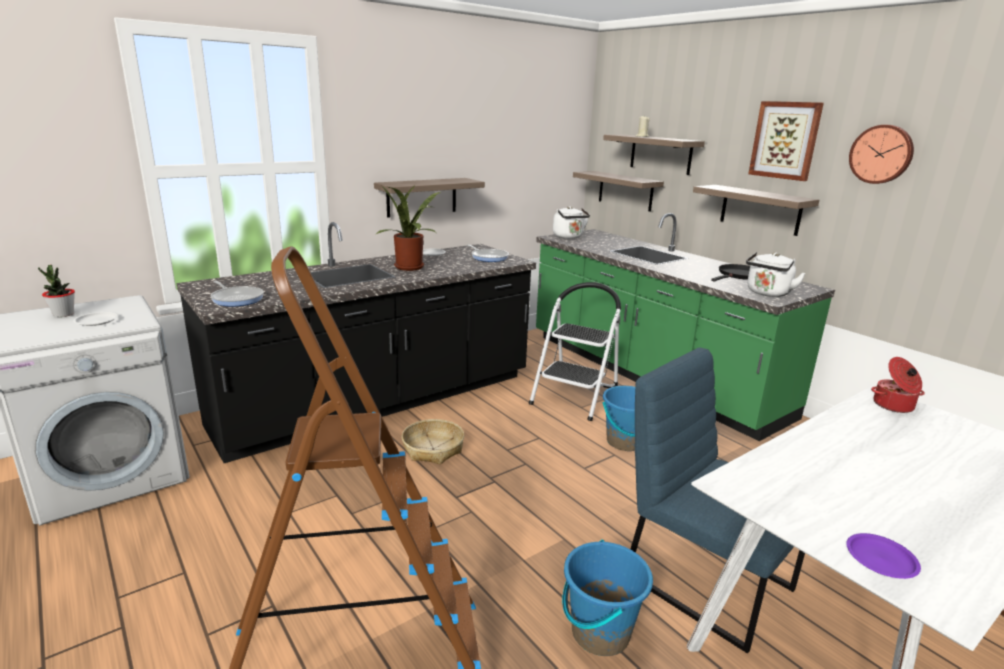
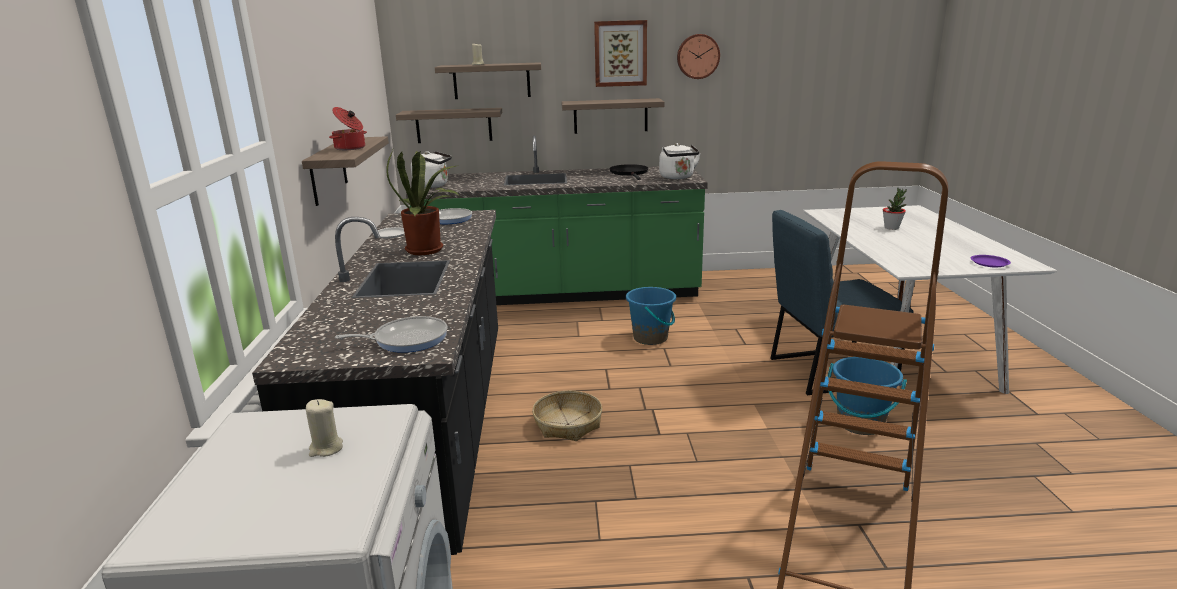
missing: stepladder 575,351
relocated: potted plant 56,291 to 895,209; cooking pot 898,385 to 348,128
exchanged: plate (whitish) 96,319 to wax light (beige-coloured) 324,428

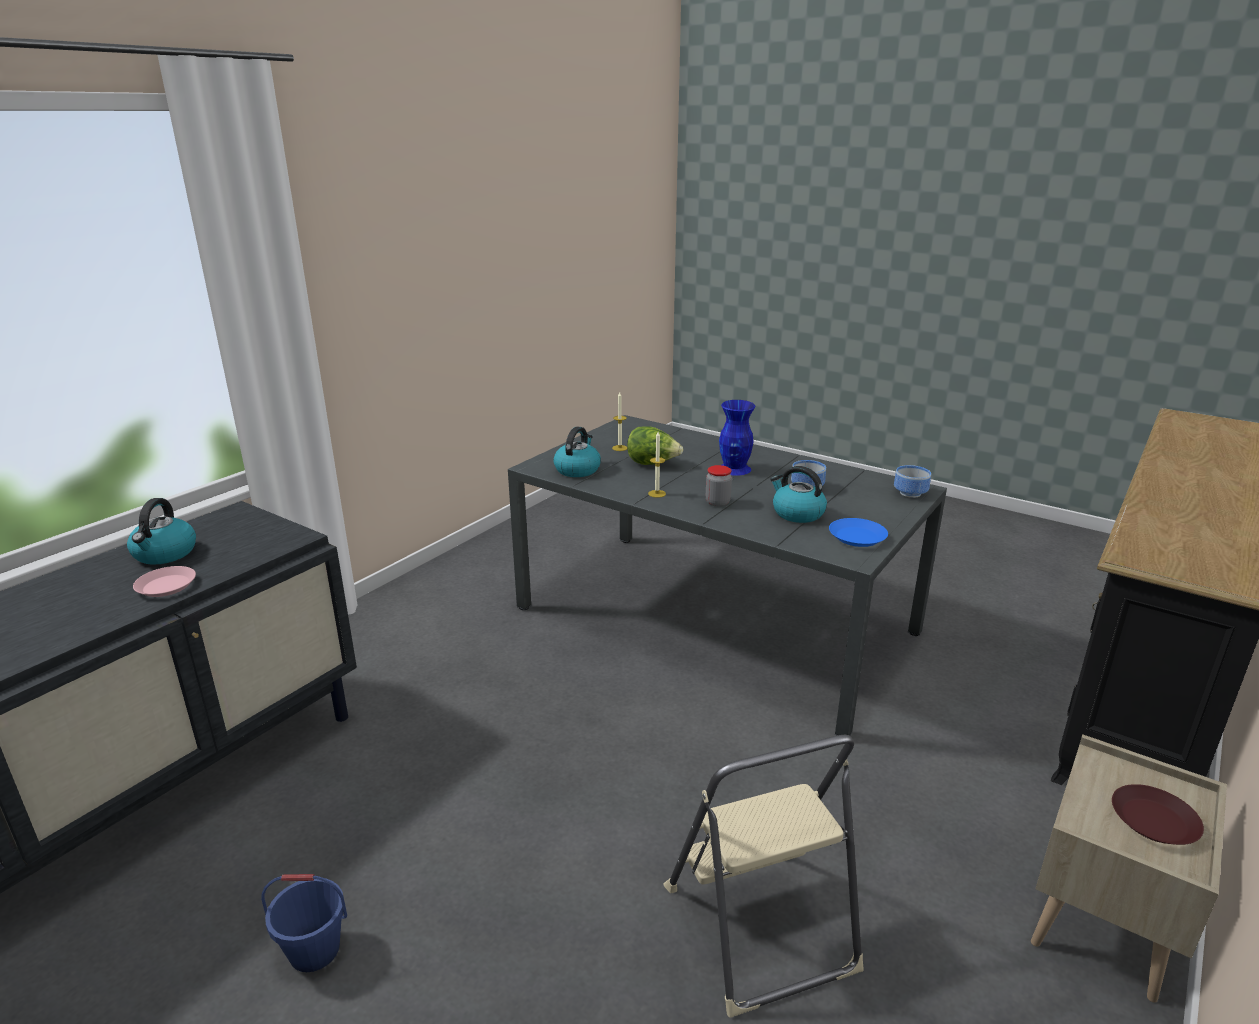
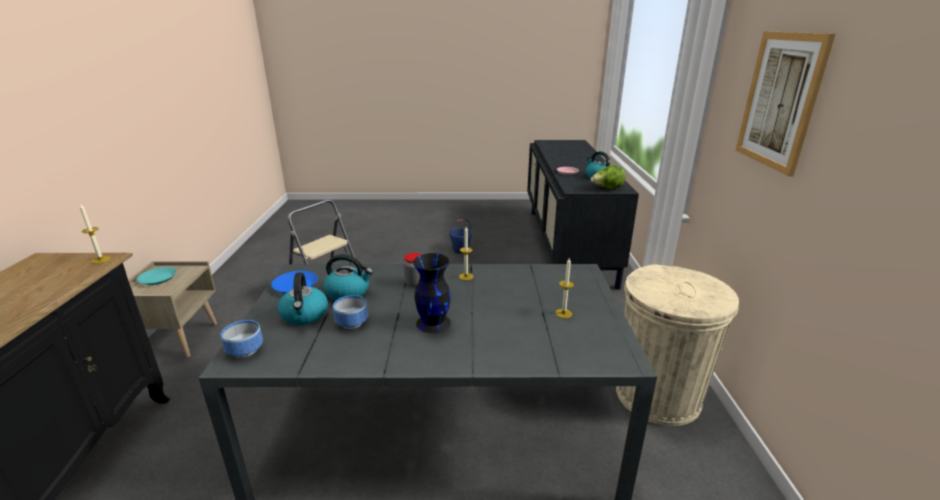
appeared: wall art 785,103; wax light 95,233; rubbish bin (beige-coloured) 677,345
relocated: tea kettle 577,451 to 303,298; head of lettuce 655,445 to 608,177
colour: vase (bluish) 737,438 to vase (black) 432,293; plate (brown) 1158,814 to plate (turquoise-coloured) 157,276

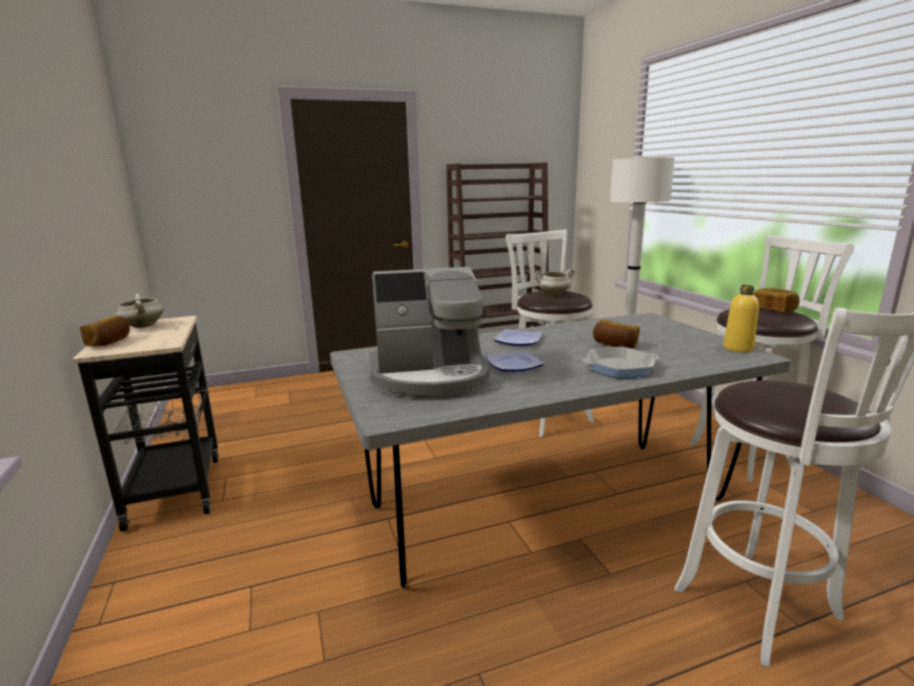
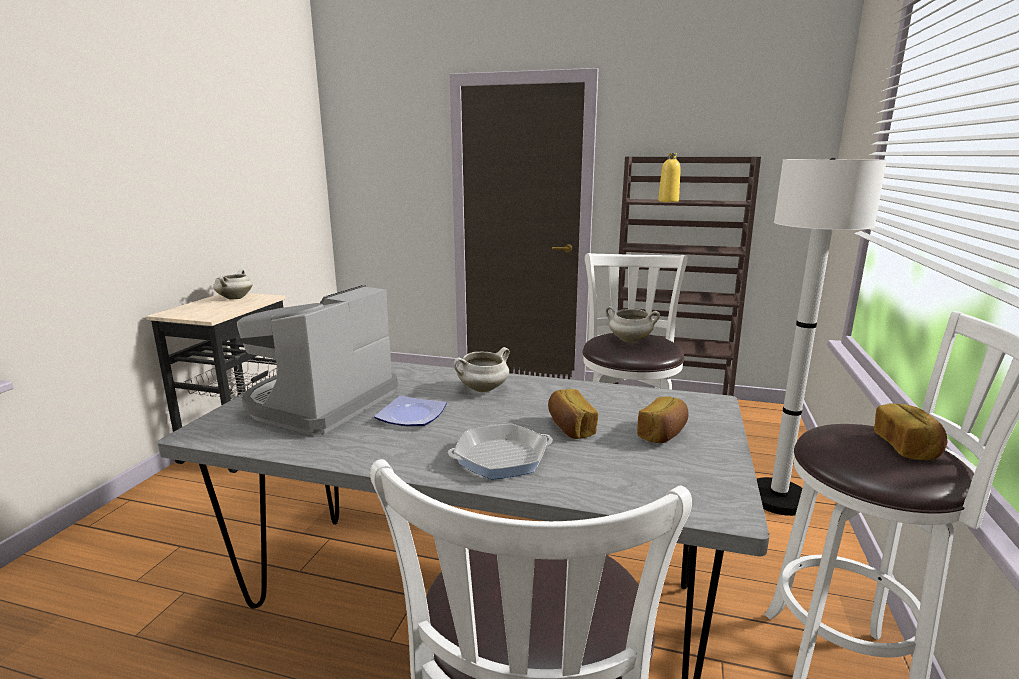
relocated: beverage bottle (yellow) 741,318 to 669,177; baked bread 105,331 to 662,419
exchanged: plate 518,337 to cooking pot (whitish) 482,369
spun: coffee maker 429,332 = 317,360 90 degrees clockwise; pan 620,362 = 500,451 135 degrees clockwise

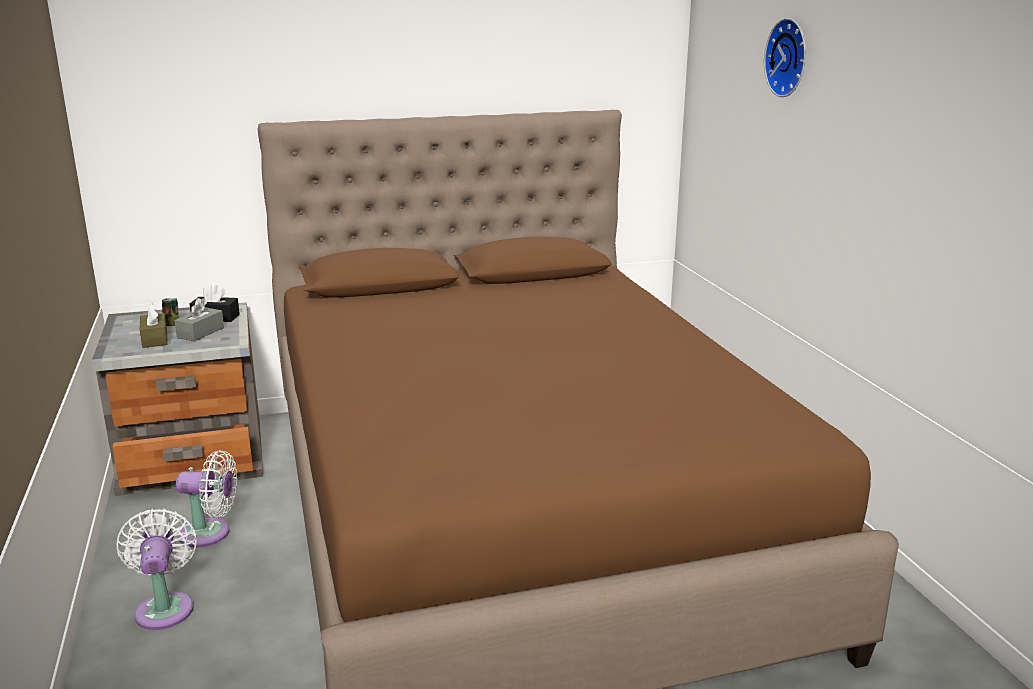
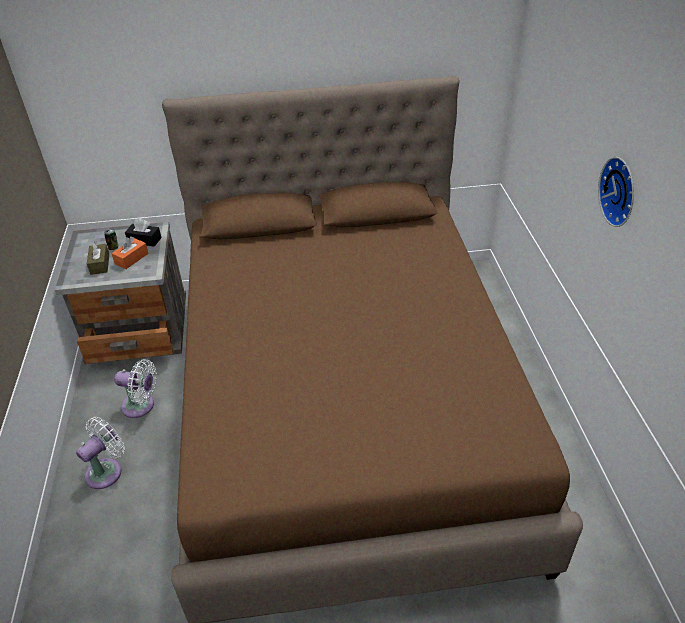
relocated: wall clock 785,57 to 616,192
colour: tissue box (gray) 199,319 to tissue box (orangey) 130,252
spun: cooling fan (whitish) 157,569 = 100,453 45 degrees clockwise

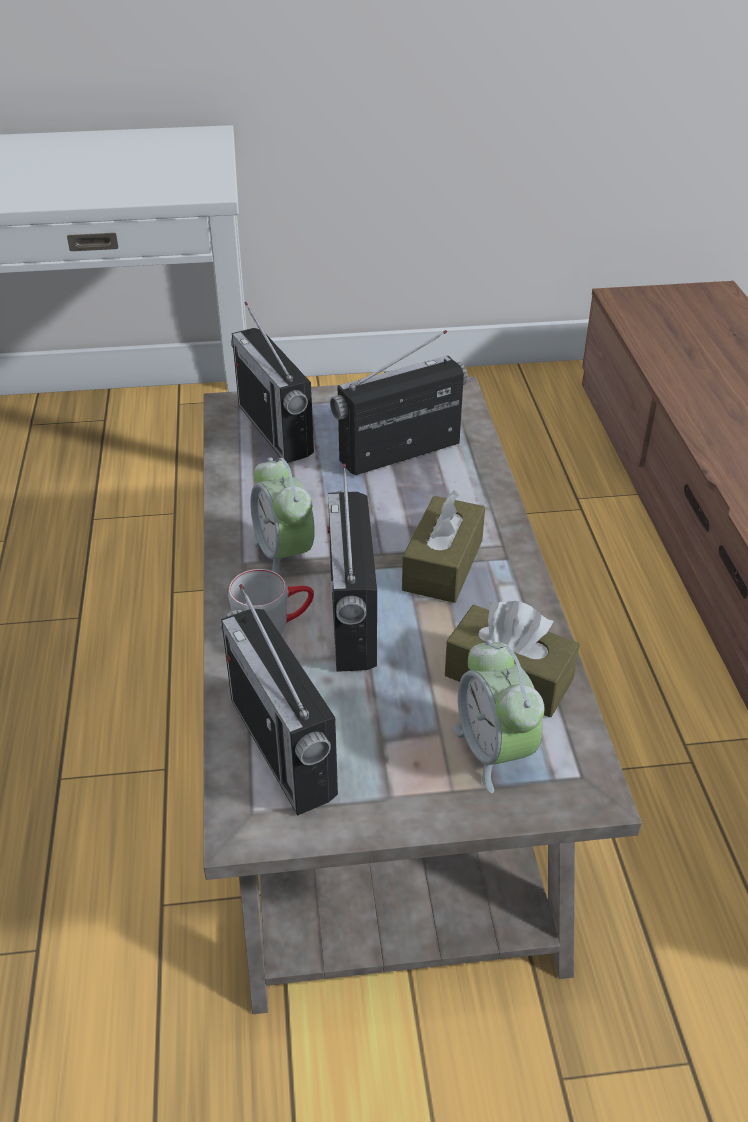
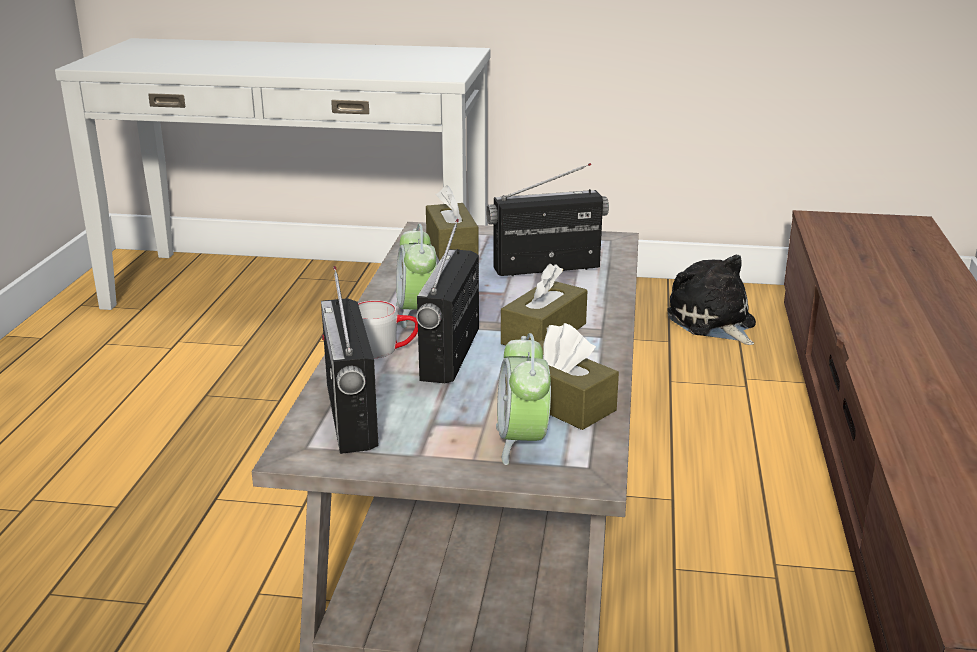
appeared: cuddly toy 711,300
exchanged: radio 272,382 to tissue box (brown) 452,222

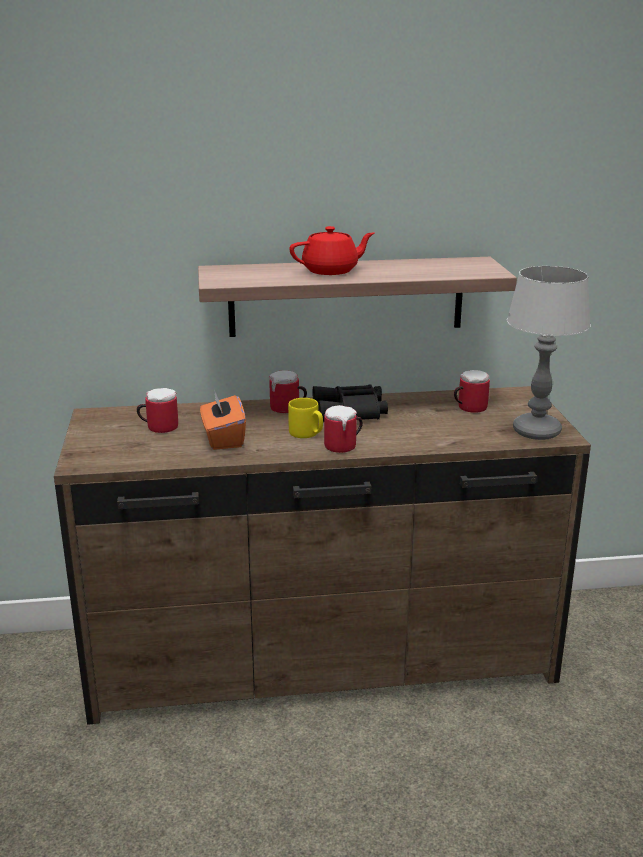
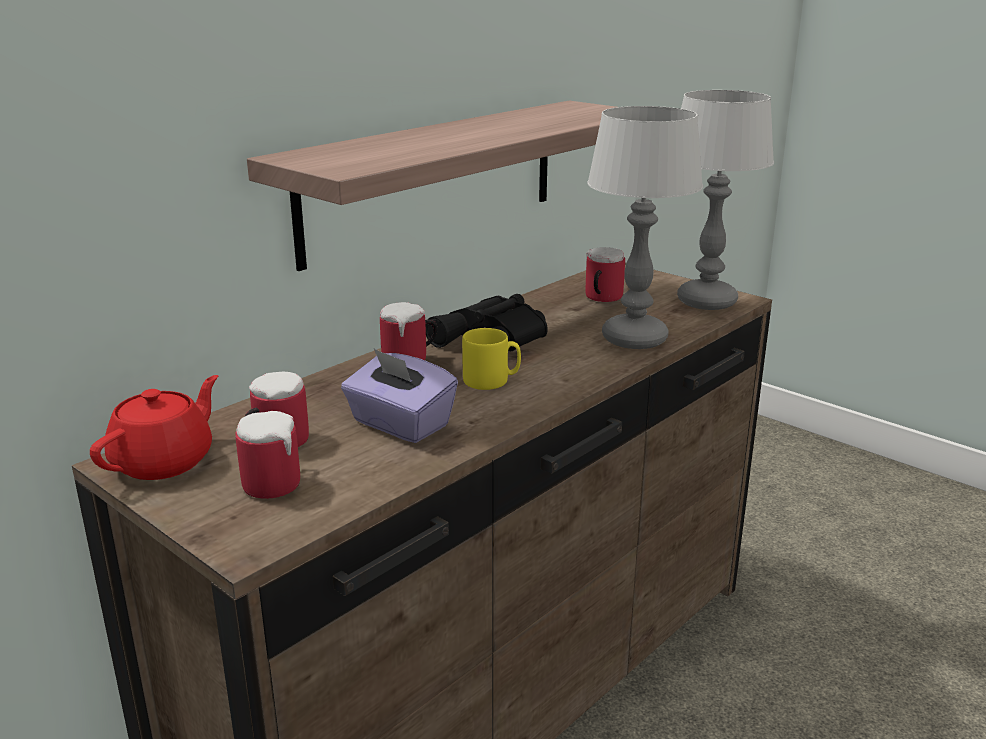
appeared: tabletop lamp 645,227
relocated: teapot (red-coloured) 332,250 to 154,427; coffee mug 343,429 to 267,455
colour: tissue box (orangey) 223,420 to tissue box (purplish) 399,396

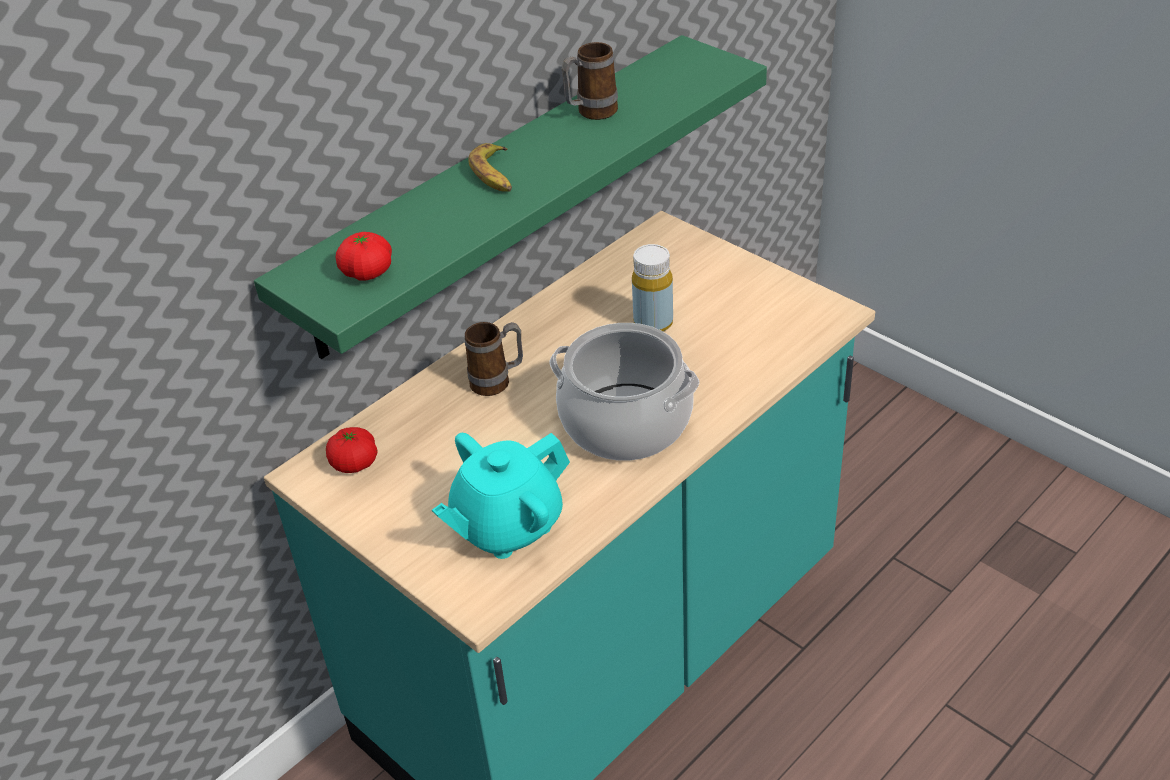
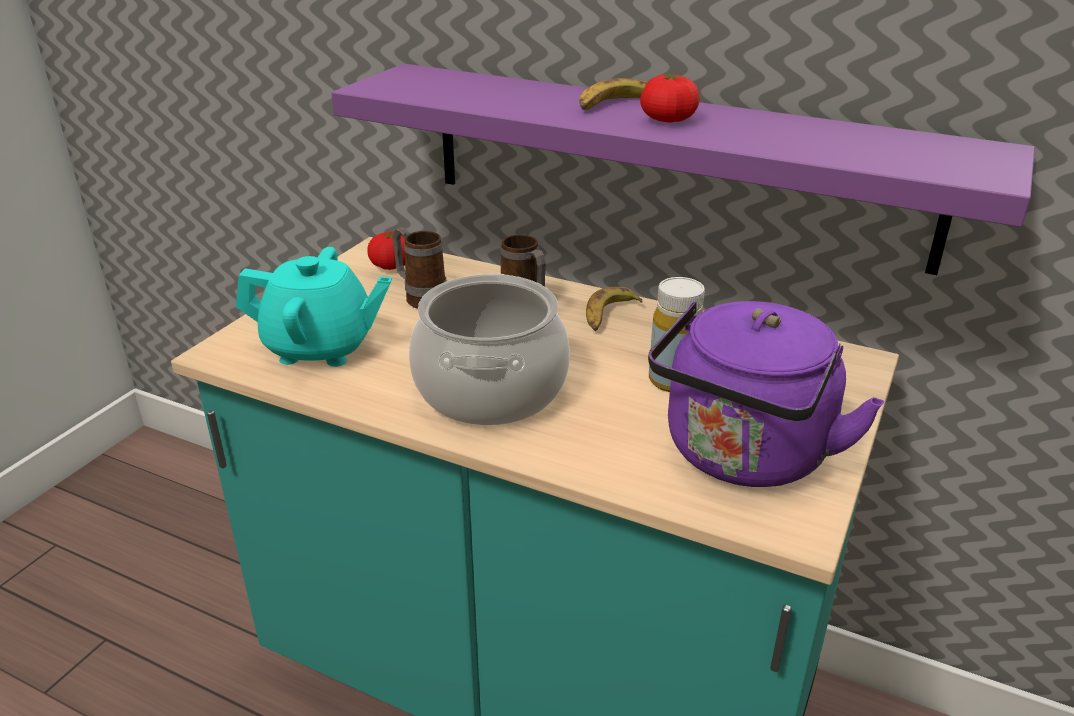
appeared: banana fruit 614,309; tea kettle (purplish) 766,394
relocated: coffee mug 590,81 to 419,268; whole tomato 364,256 to 670,98
colour: wall shelf (green-coloured) 510,197 to wall shelf (purplish) 683,169
spun: teapot (turquoise-coloured) 501,496 = 314,307 150 degrees clockwise

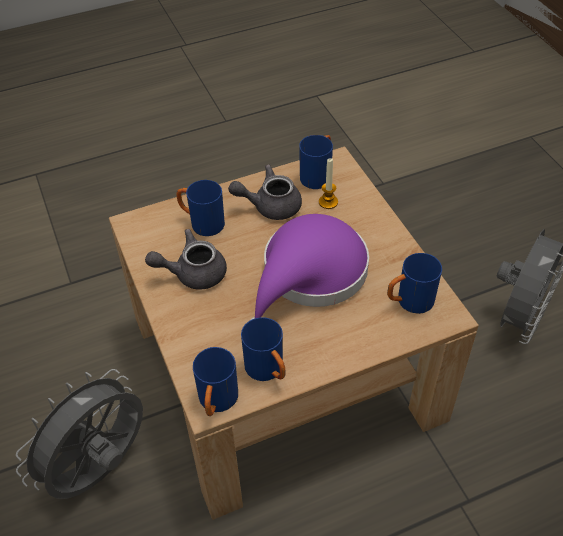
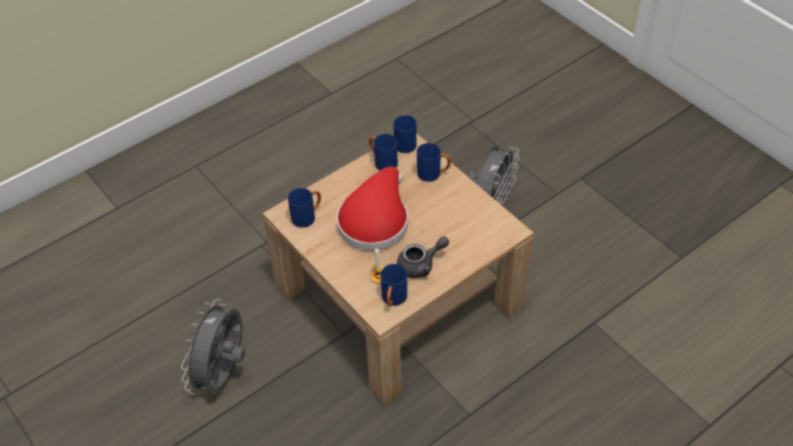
missing: teapot (gray) 186,259
relocated: coffee mug (bluish) 200,208 to 434,162
colour: hat (purplish) 309,267 to hat (red-coloured) 372,209

